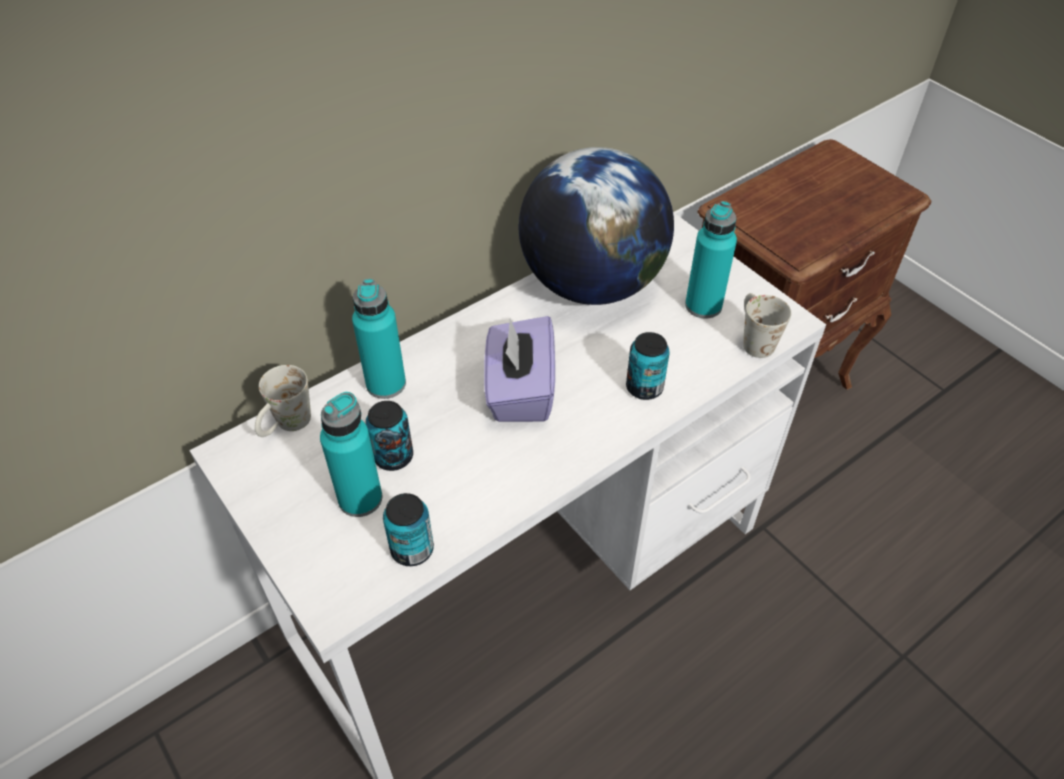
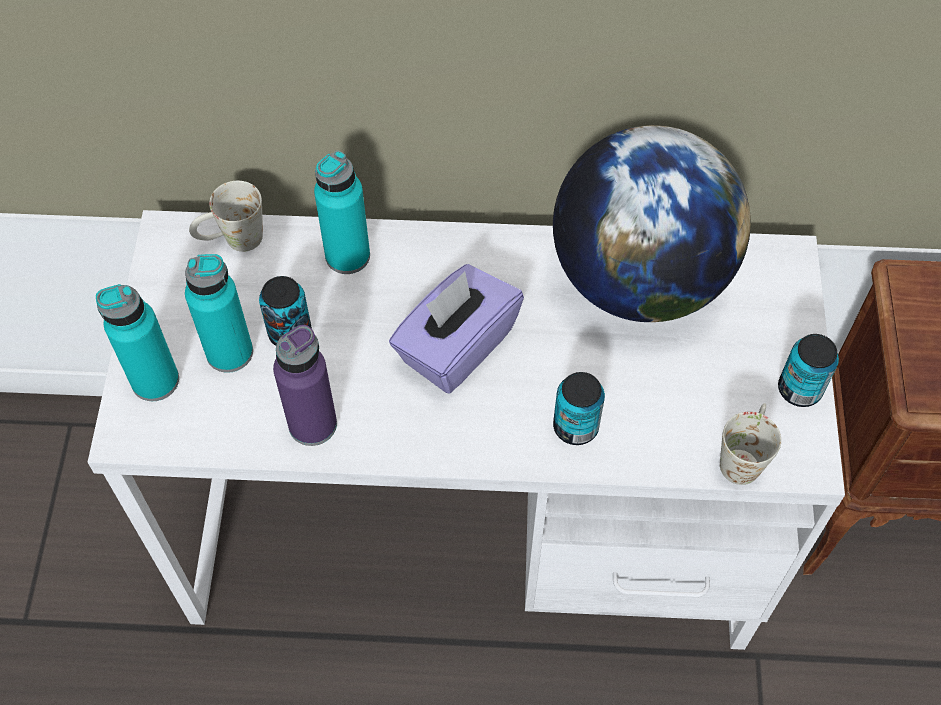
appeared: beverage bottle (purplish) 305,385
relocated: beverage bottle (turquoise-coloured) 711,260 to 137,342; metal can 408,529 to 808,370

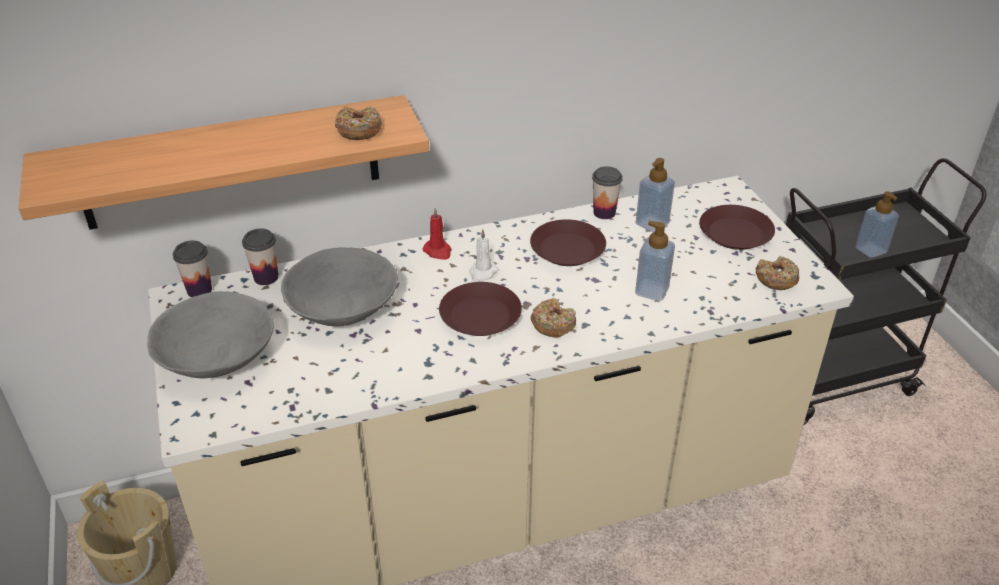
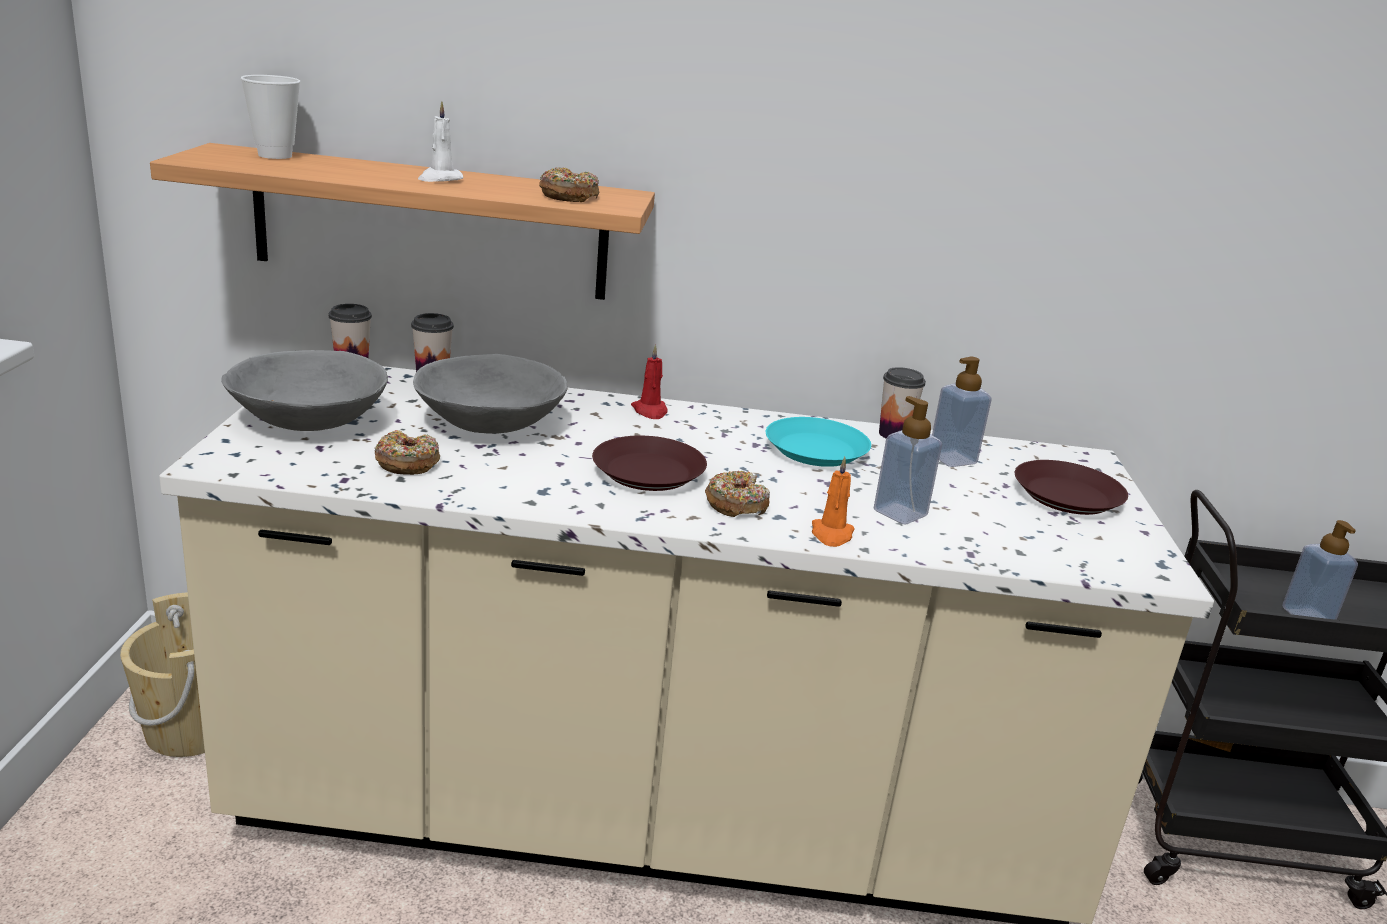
appeared: small cup 270,117; wax light (orangey) 833,502
relocated: wax light (whitish) 483,255 to 440,141; doughnut 778,273 to 407,452
colour: plate (brown) 568,242 to plate (turquoise-coloured) 818,442

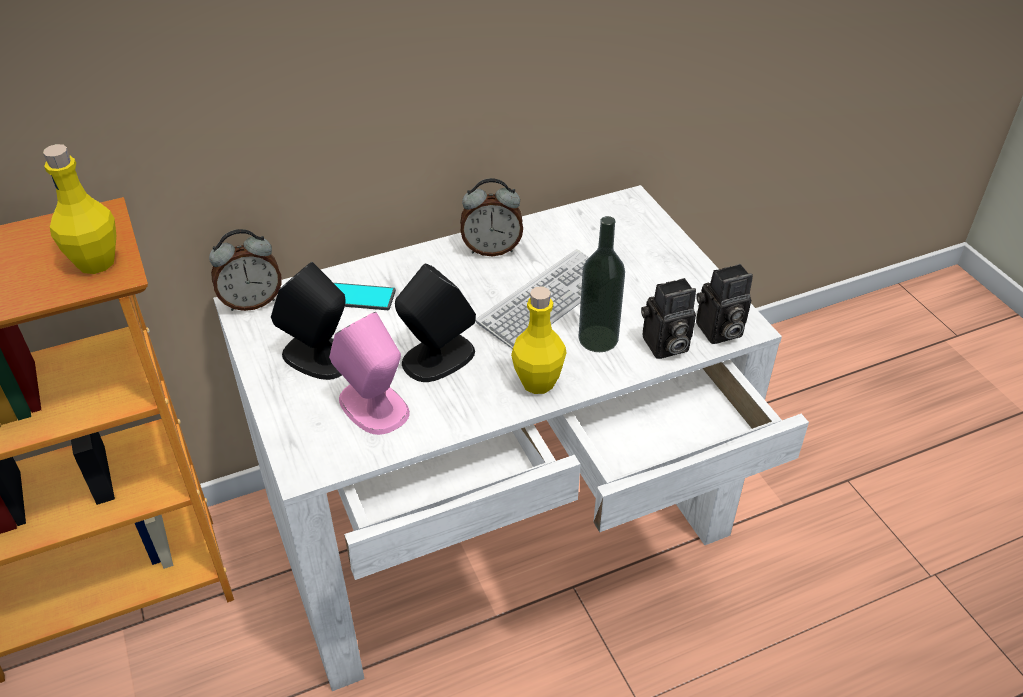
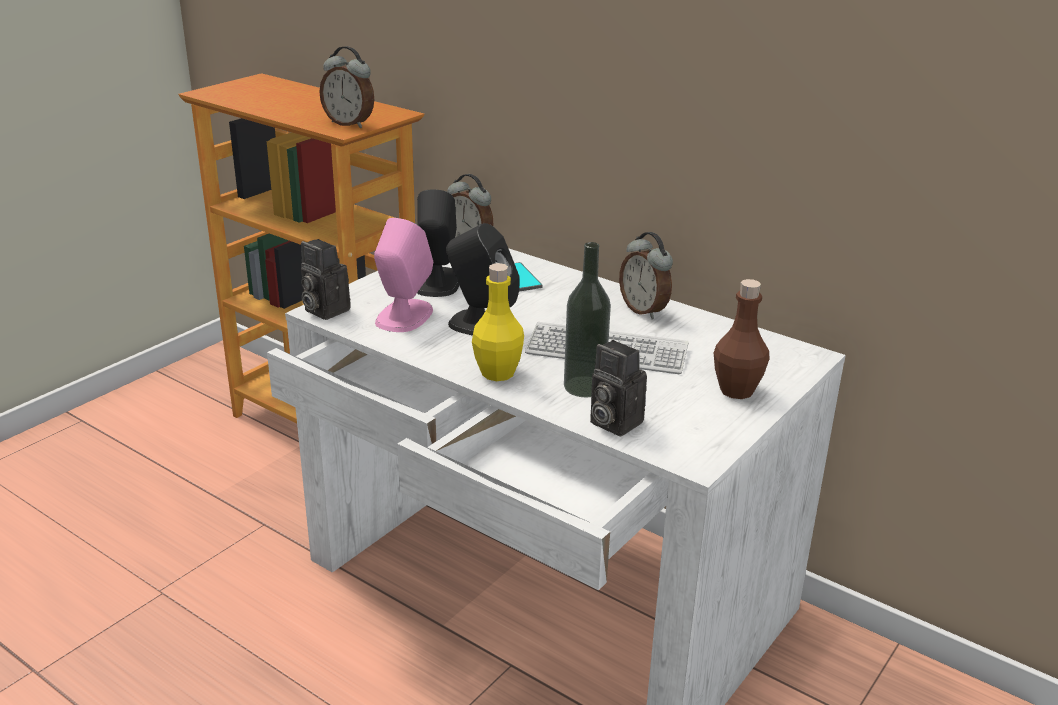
appeared: beverage bottle (brown) 741,339
relocated: photo camera 724,304 to 326,279
exchanged: beverage bottle (yellow) 80,209 to alarm clock 346,87

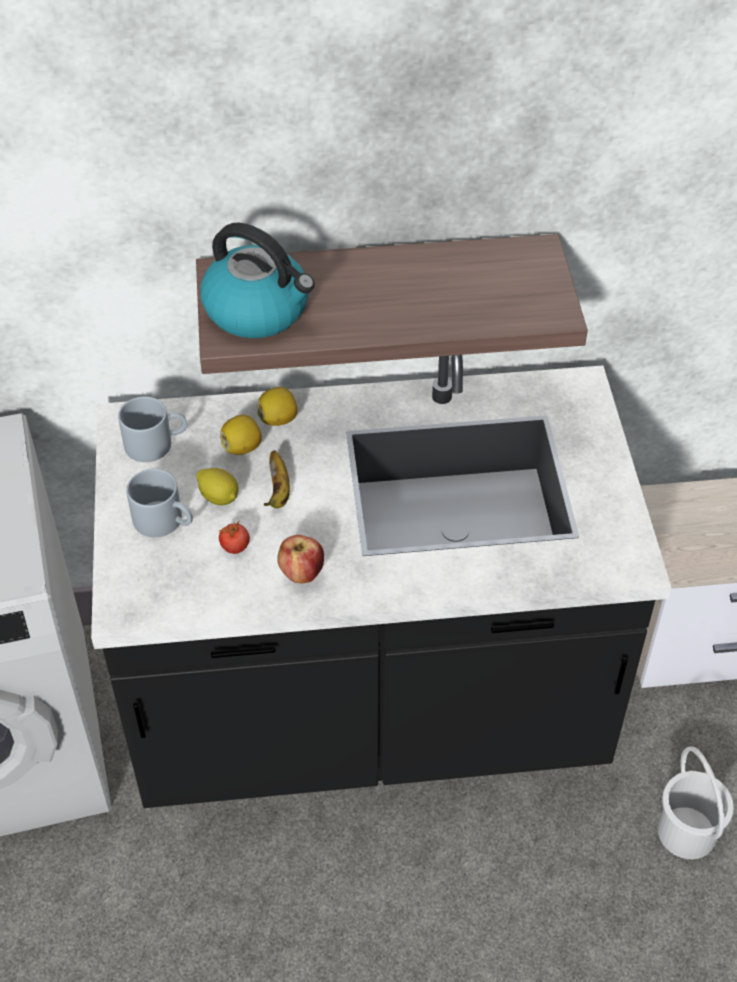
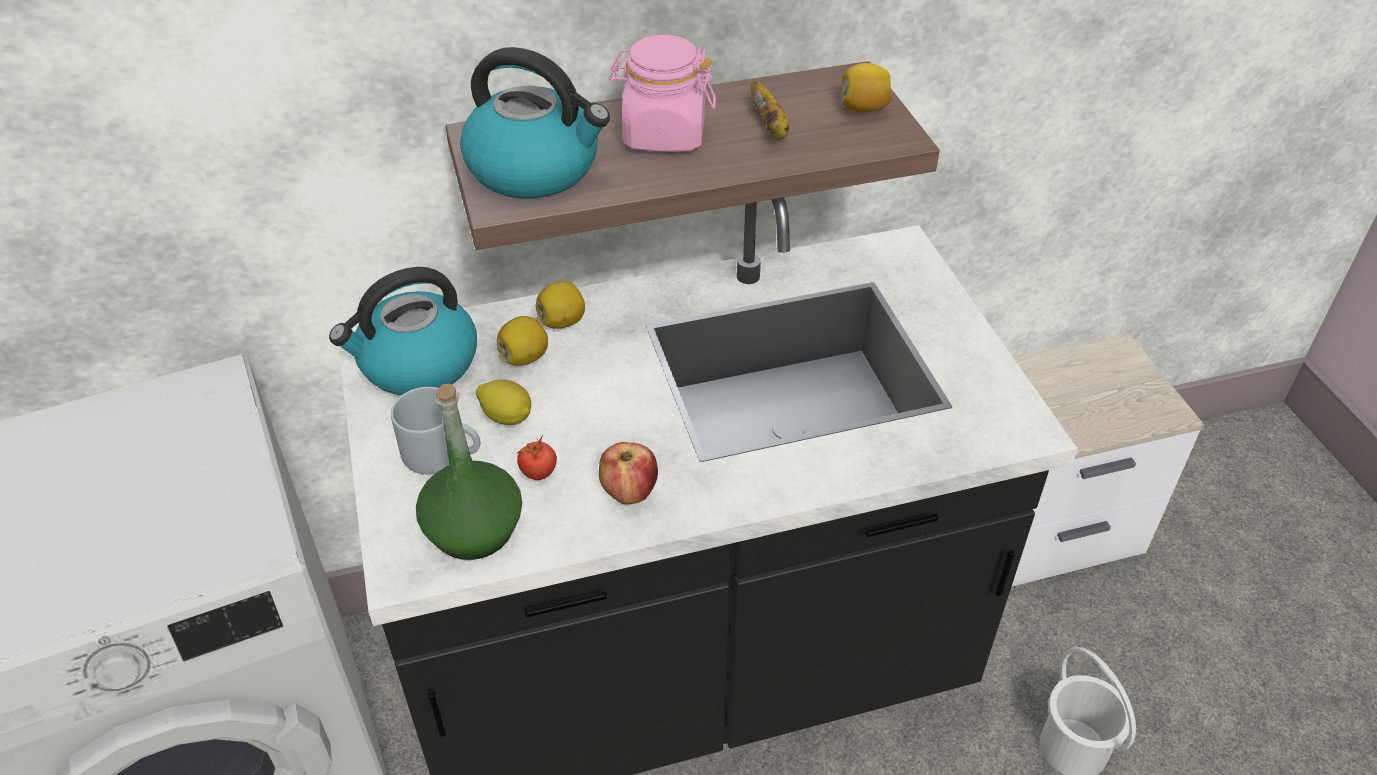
appeared: preserve jar (pinkish) 662,93; lemon 867,88; beverage bottle (green-coloured) 469,472
relocated: banana fruit 277,479 to 769,110
exchanged: coffee mug (gray) 152,429 to tea kettle 403,331

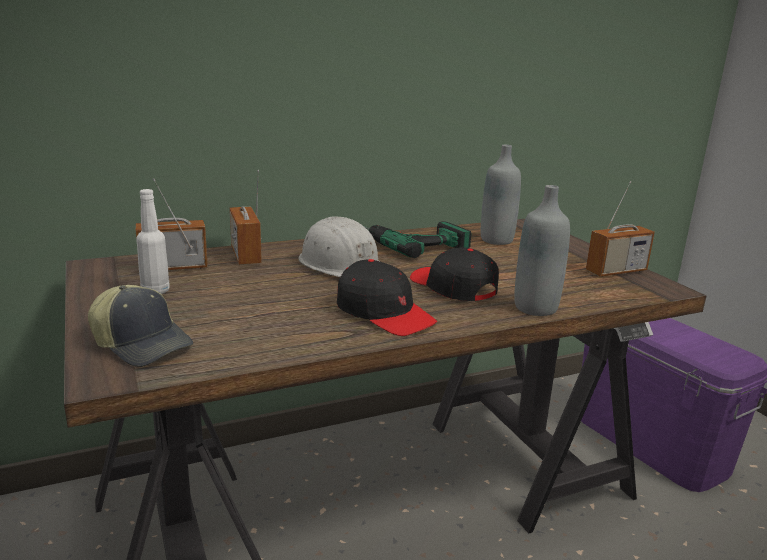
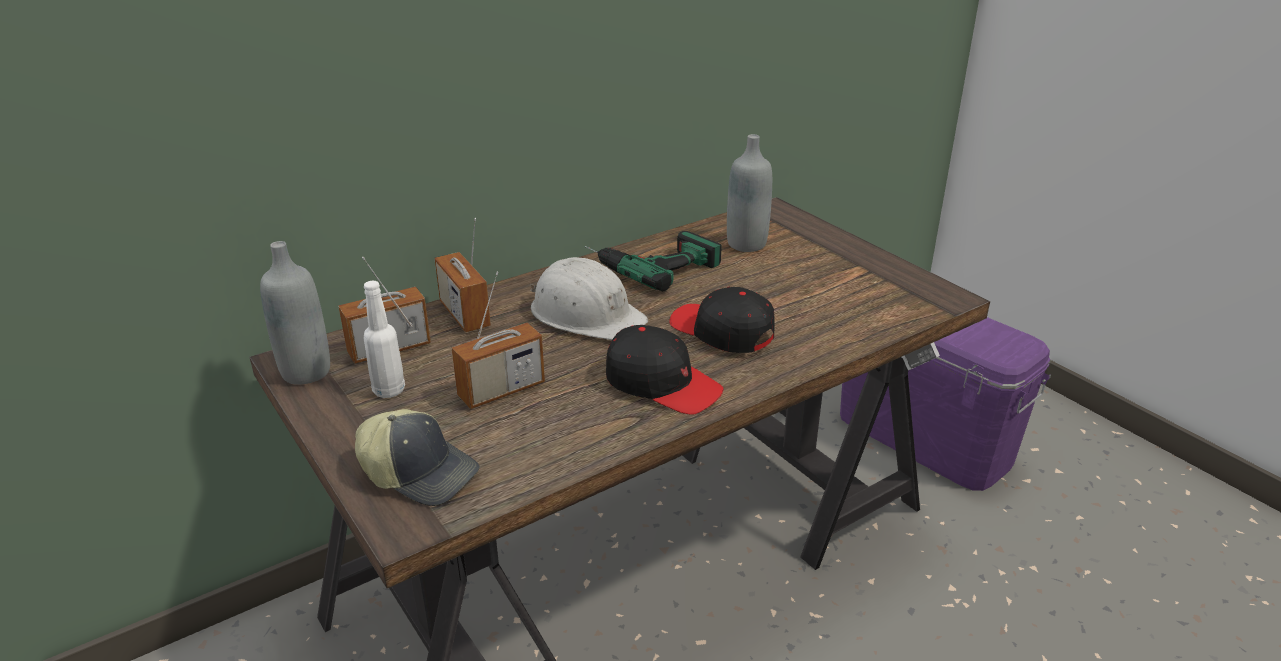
relocated: radio 620,229 to 498,340; beverage bottle (gray) 542,250 to 295,313

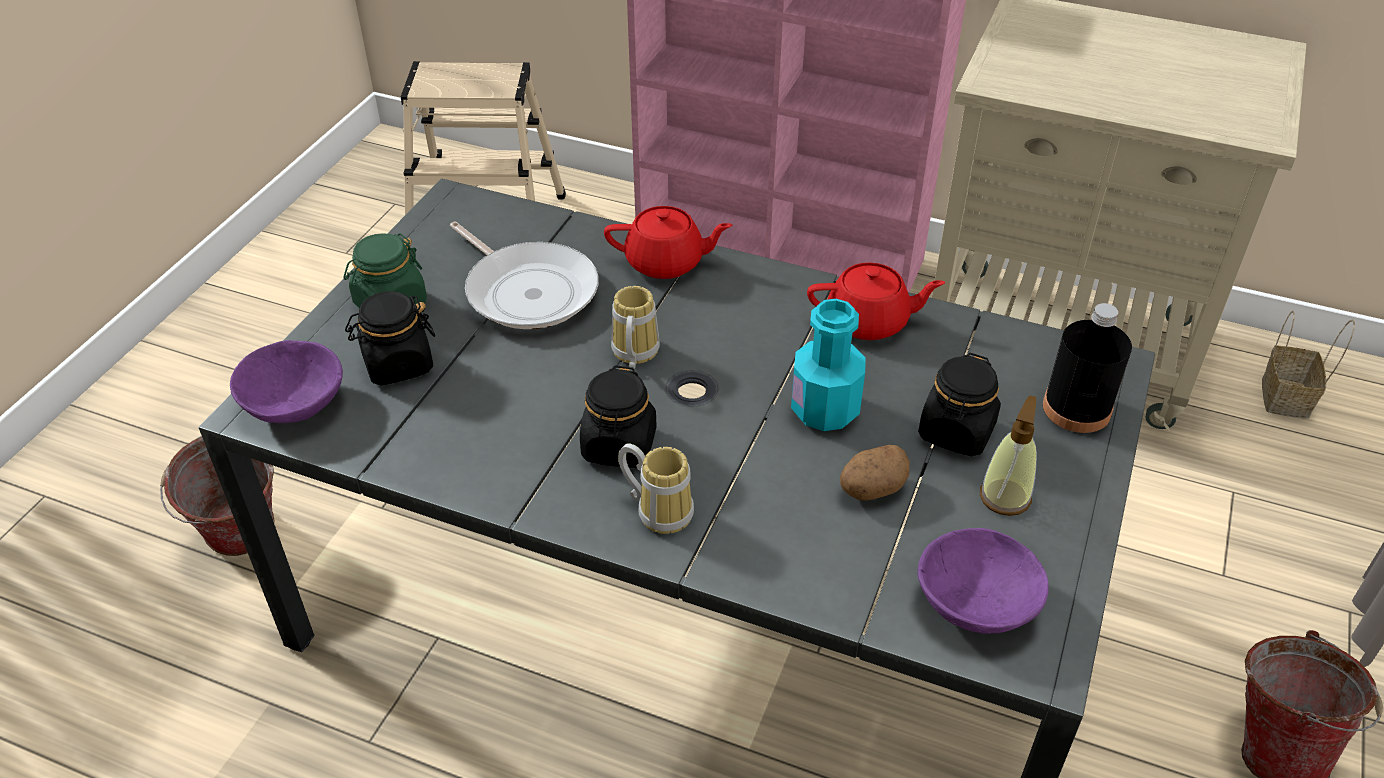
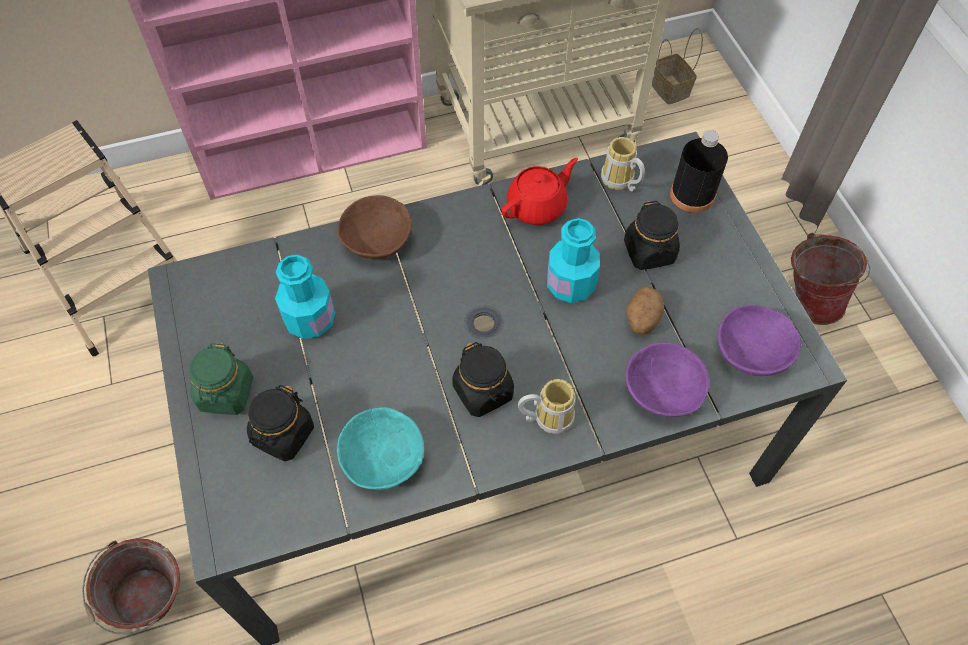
missing: soap dispenser 1008,455
appeared: deep dish (turquoise-coloured) 380,448
relocated: coffee mug 635,327 to 623,164; deep dish (purplish) 286,381 to 667,379
exchanged: teapot (red-coloured) 668,242 to deep dish (brown) 374,227; pan 524,275 to beverage bottle (turquoise-coloured) 305,297

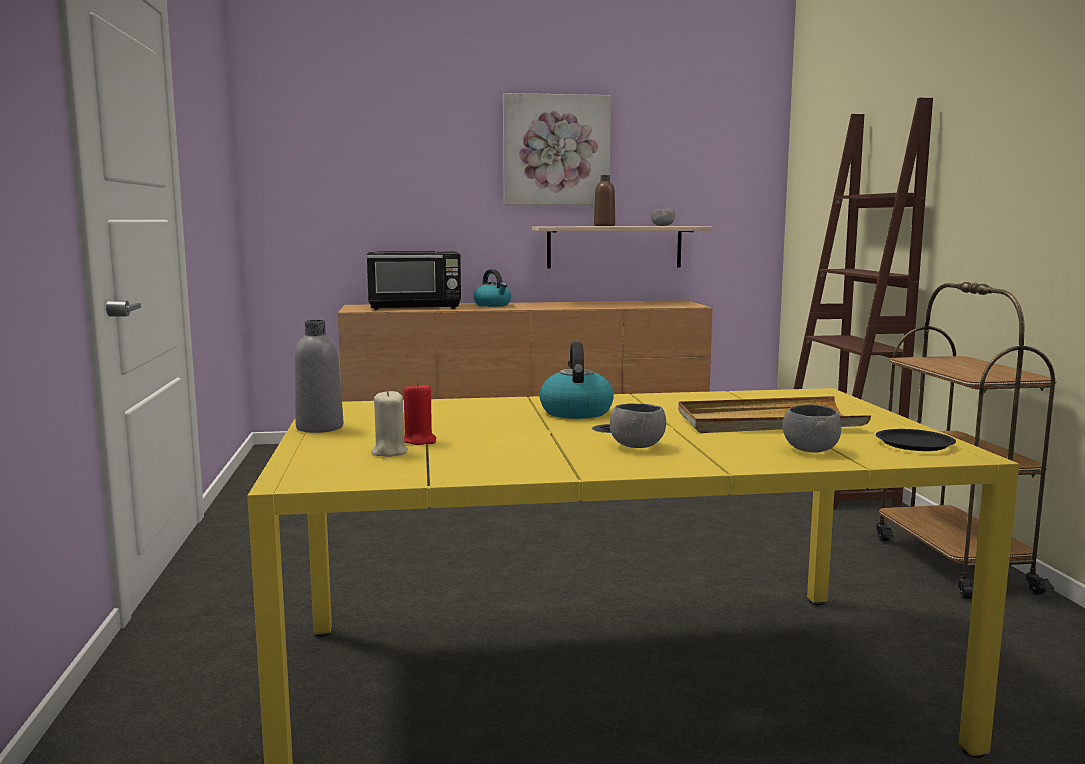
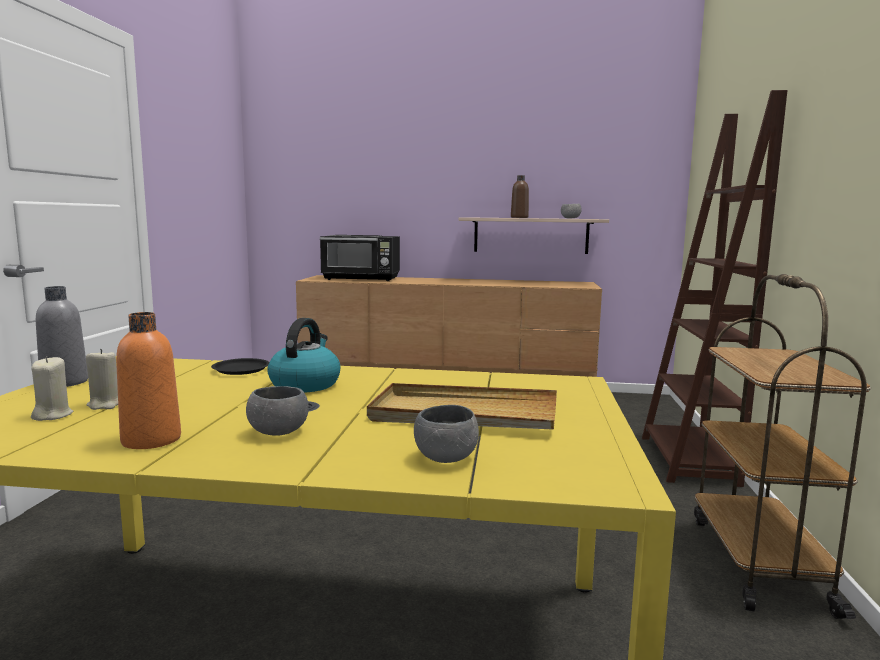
missing: wall art 557,149; tea kettle 492,288
appeared: beverage bottle (orangey) 148,380
relocated: plate (black) 916,440 to 240,366
colour: wax light (red-coloured) 420,413 to wax light (beige-coloured) 102,379

